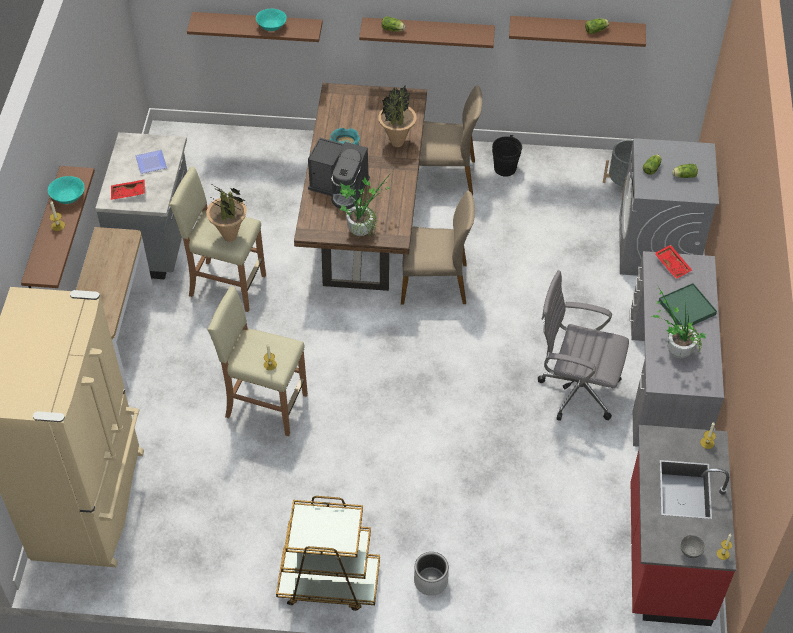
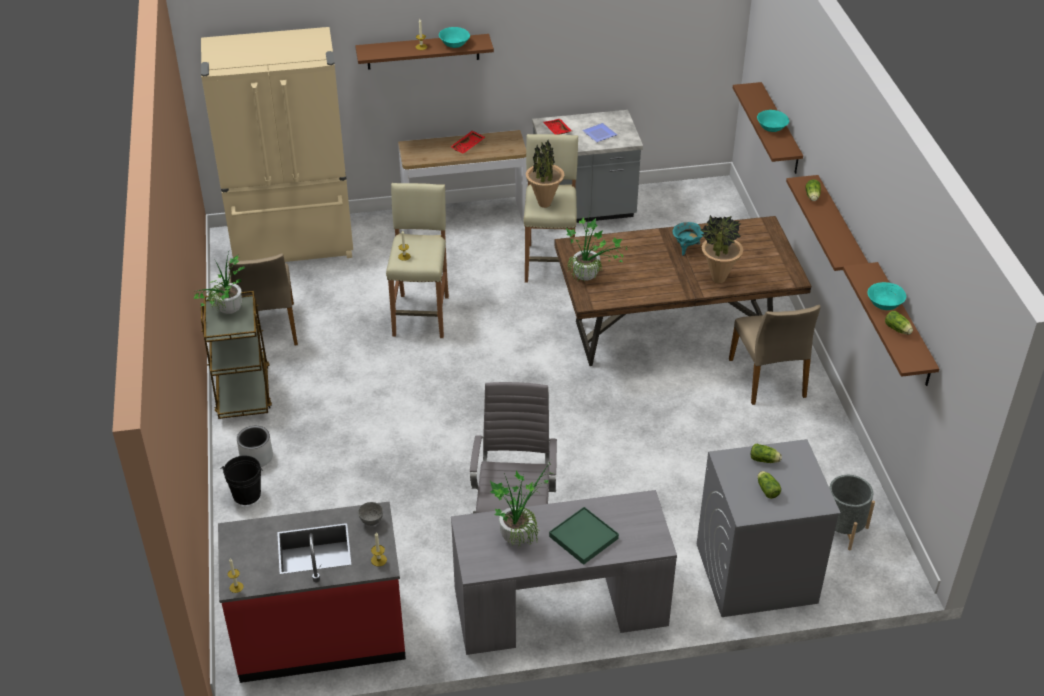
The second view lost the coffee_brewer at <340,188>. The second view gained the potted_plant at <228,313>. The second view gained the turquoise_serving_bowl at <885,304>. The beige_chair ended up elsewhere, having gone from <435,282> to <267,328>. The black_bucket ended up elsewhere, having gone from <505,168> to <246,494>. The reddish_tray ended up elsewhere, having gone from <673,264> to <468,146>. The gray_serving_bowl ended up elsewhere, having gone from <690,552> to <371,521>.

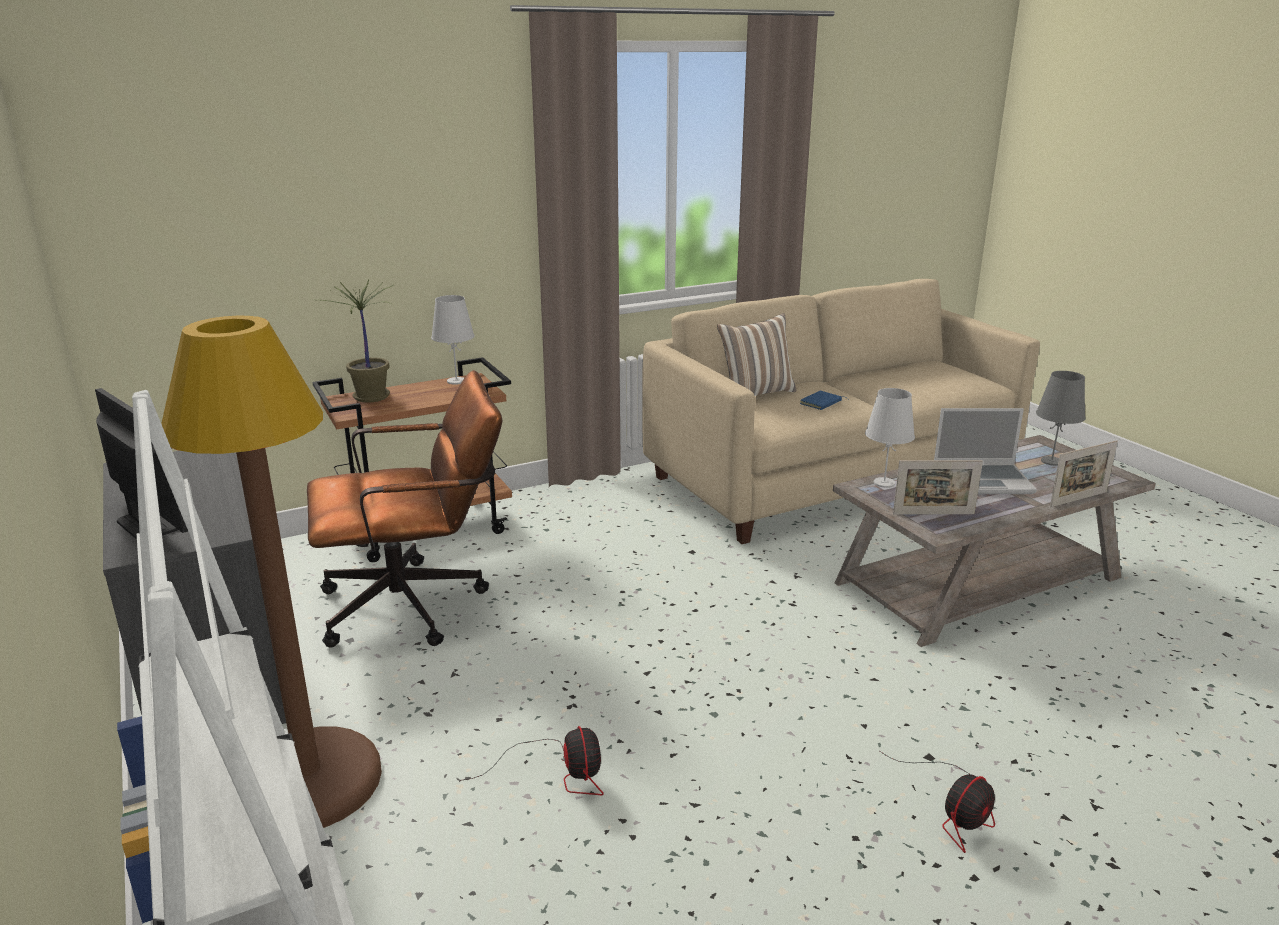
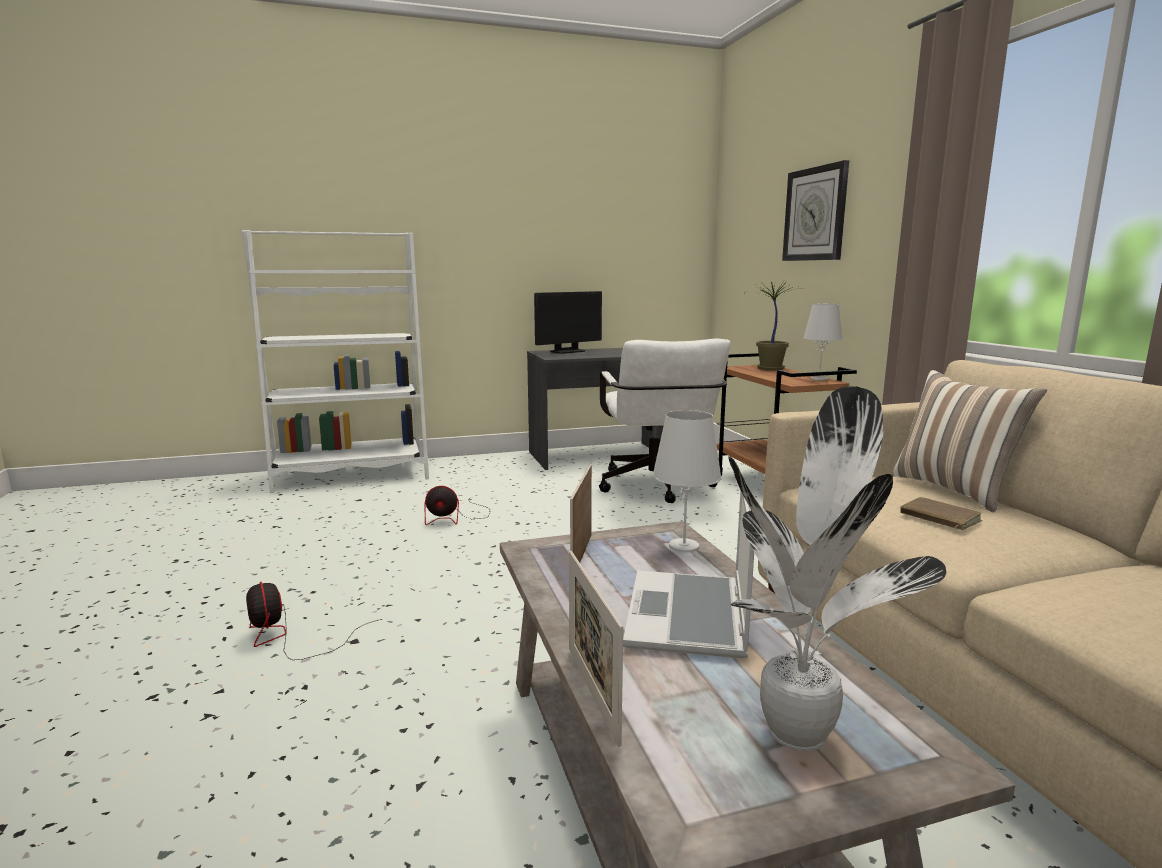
The second view lost the brown_standard_lamp at <310,781>. The second view gained the clock_on_the_wall at <815,214>. Where the gray_table_lamp stood at <1052,461>, the potted_plant came to stand at <799,730>. What was the brown_office_chair at <417,604> turned into the whitish_office_chair at <656,488>. What was the blue_book at <822,403> turned into the brown_book at <938,518>.

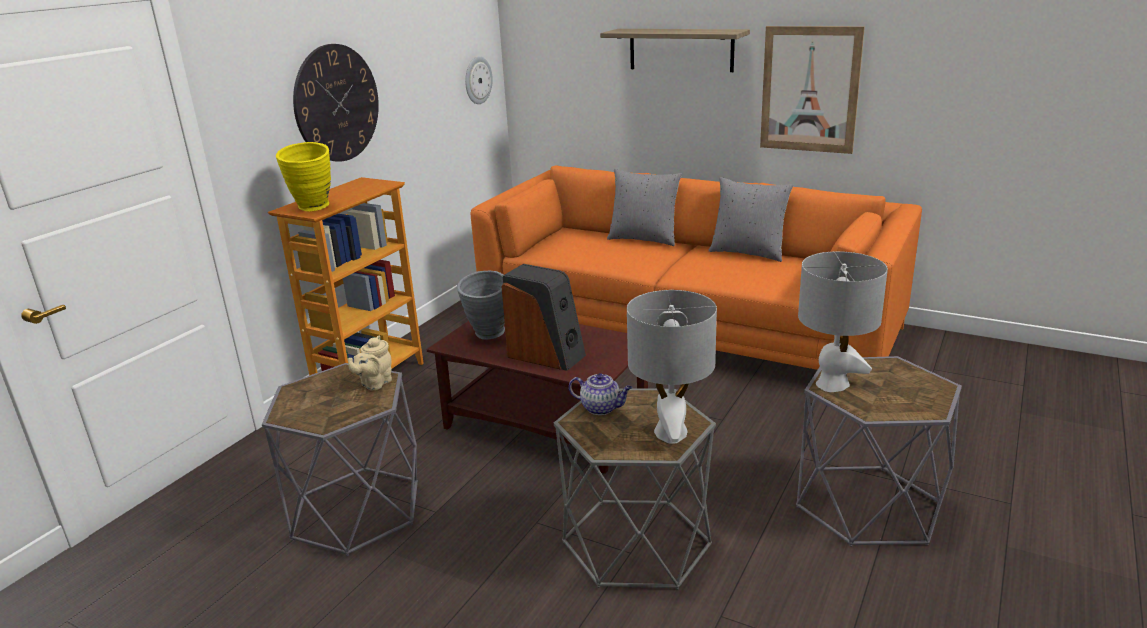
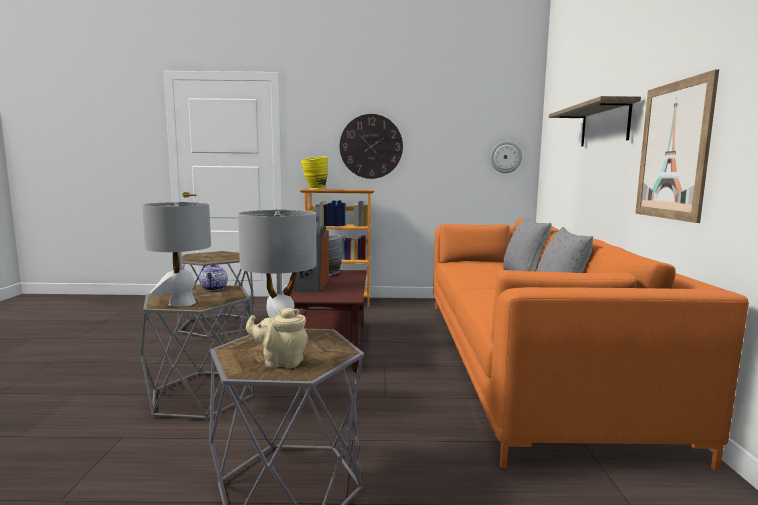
The beige_teapot ended up elsewhere, having gone from <374,384> to <280,362>.

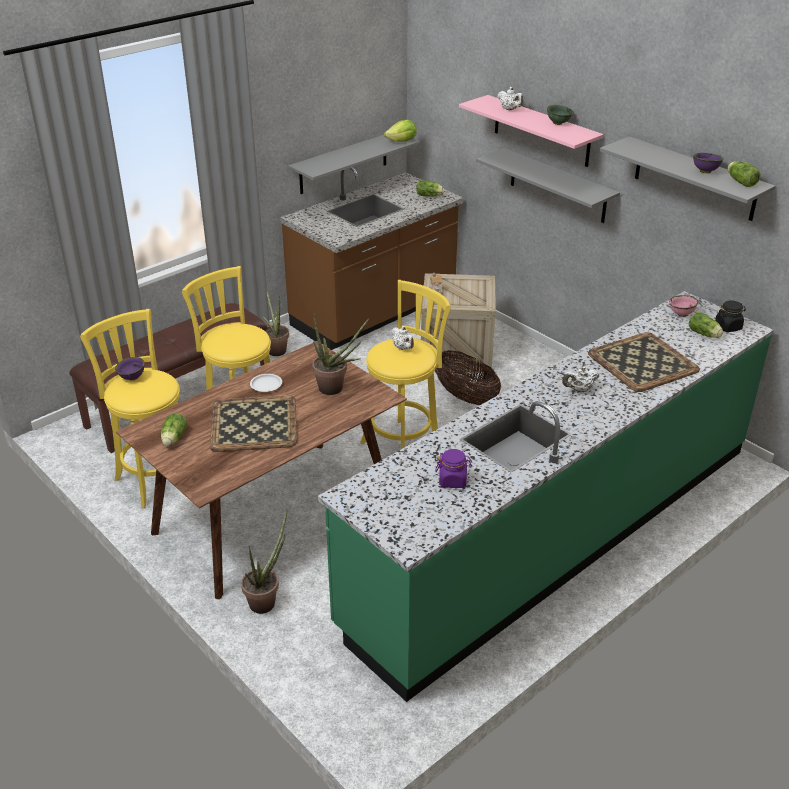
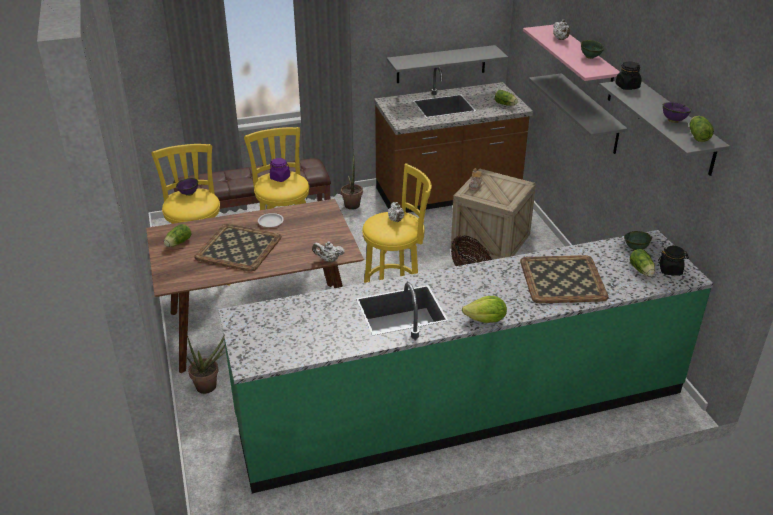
The second view lost the potted_plant at <336,389>. The second view gained the black_storage_jar at <627,86>. The head_of_lettuce ended up elsewhere, having gone from <402,141> to <486,320>. The purple-coloured_storage_jar ended up elsewhere, having gone from <453,480> to <280,178>. The whitish_teapot ended up elsewhere, having gone from <579,390> to <328,260>. What was the pink-coloured_serving_bowl at <681,315> turned into the greenish_serving_bowl at <635,249>.

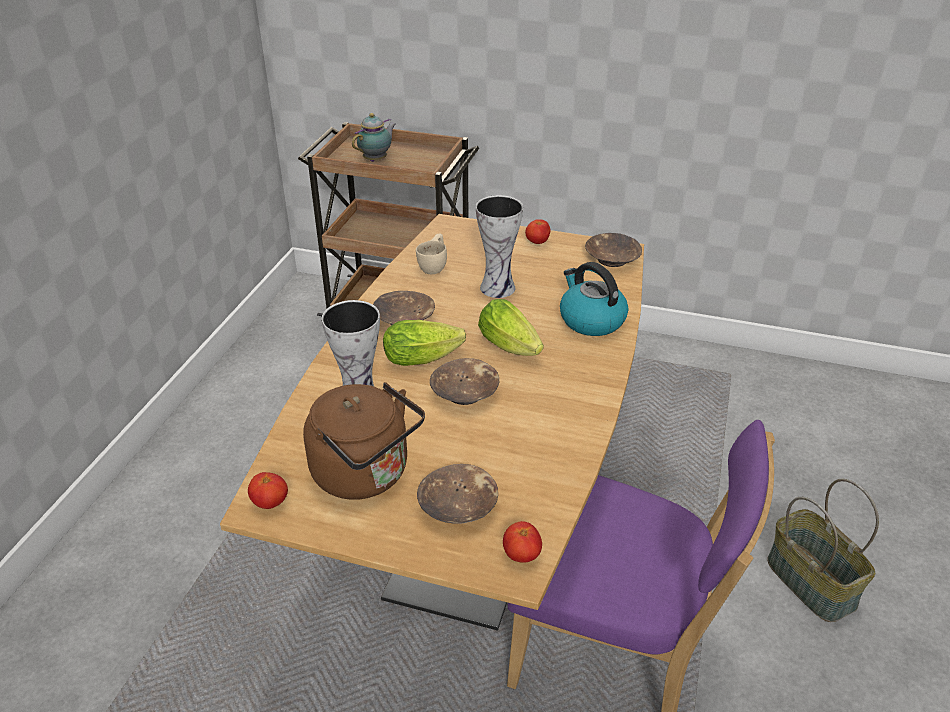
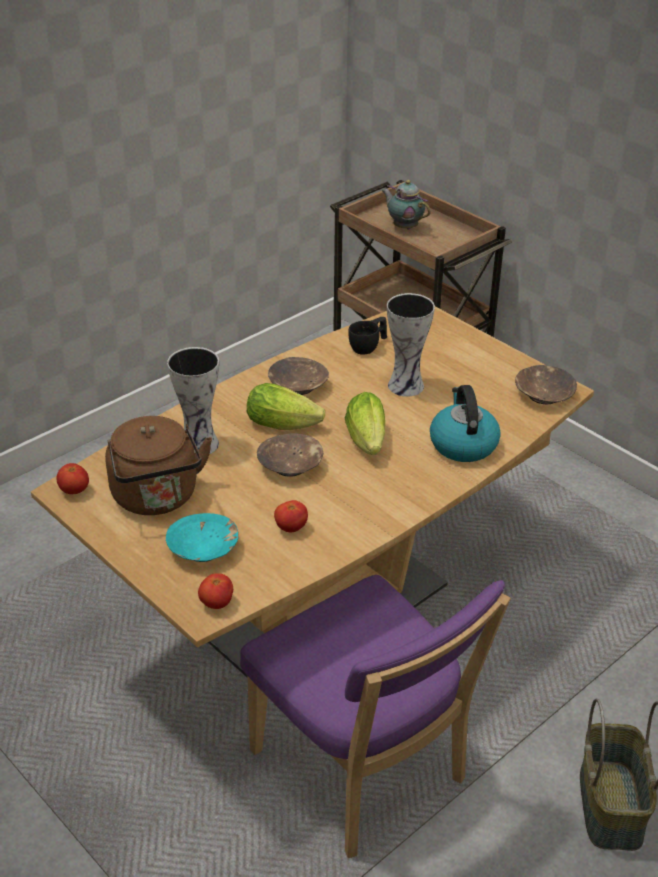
The whole_tomato ended up elsewhere, having gone from <537,242> to <291,528>. What was the beige_drinking_cup at <435,265> turned into the black_drinking_cup at <369,347>. What was the brown_serving_bowl at <458,506> turned into the turquoise_serving_bowl at <203,549>. The teapot at <376,159> ended up facing another way, 120 degrees counterclockwise from before.

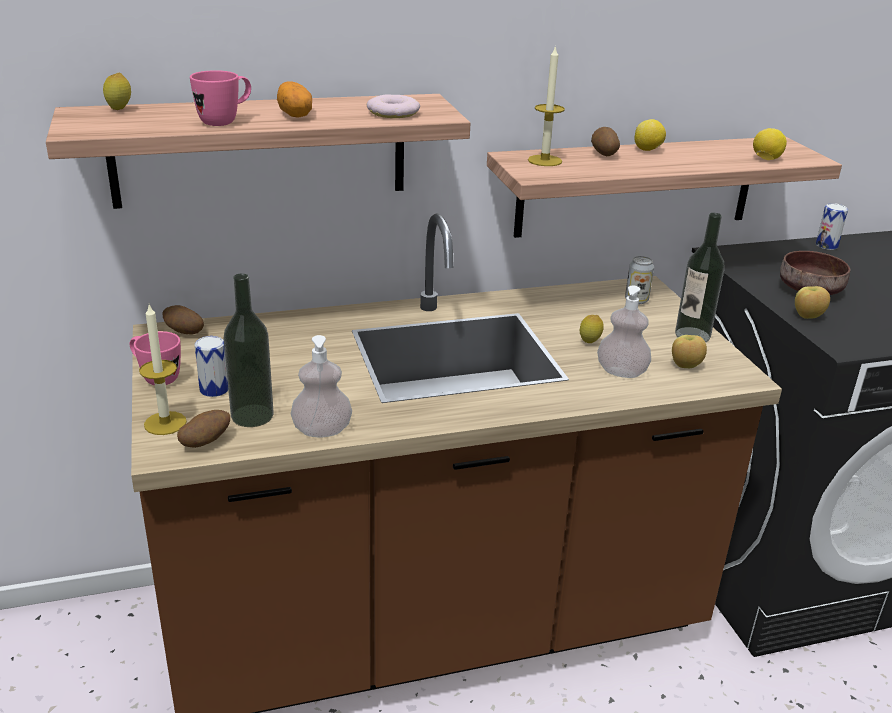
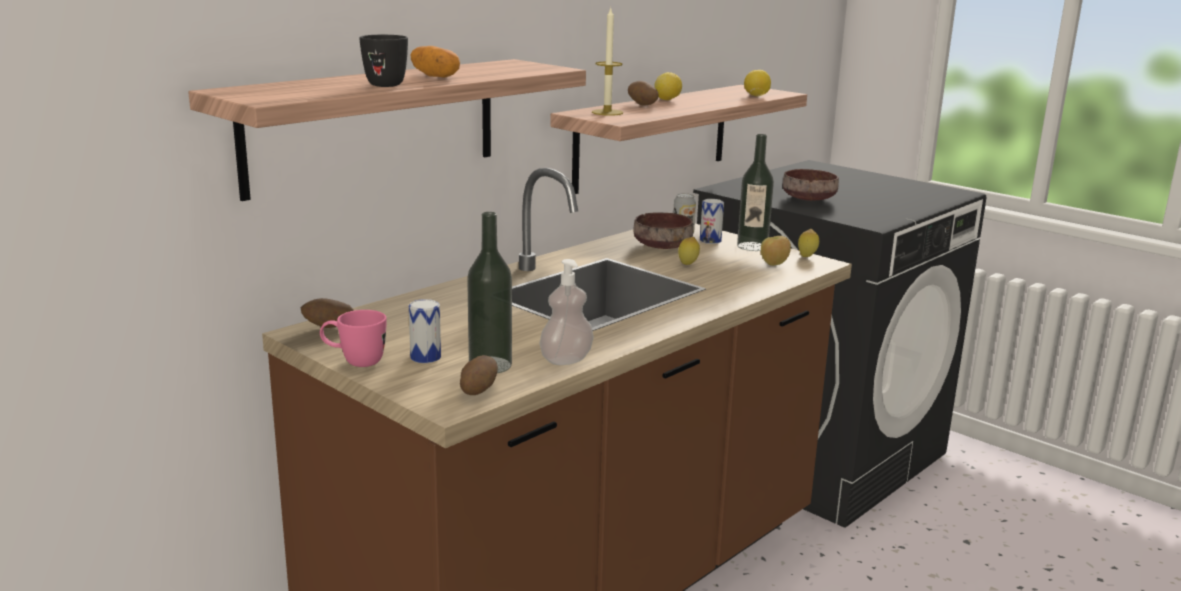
The second view lost the wax_candle at <165,423>. The second view lost the doughnut at <393,113>. The second view lost the soap_dispenser at <621,372>. The second view lost the apple at <807,316>. The second view gained the brown_serving_bowl at <663,246>. The lemon ended up elsewhere, having gone from <119,110> to <807,257>. The can ended up elsewhere, having gone from <826,245> to <710,240>. What was the pink-coloured_mug at <225,122> turned into the black_mug at <389,84>.

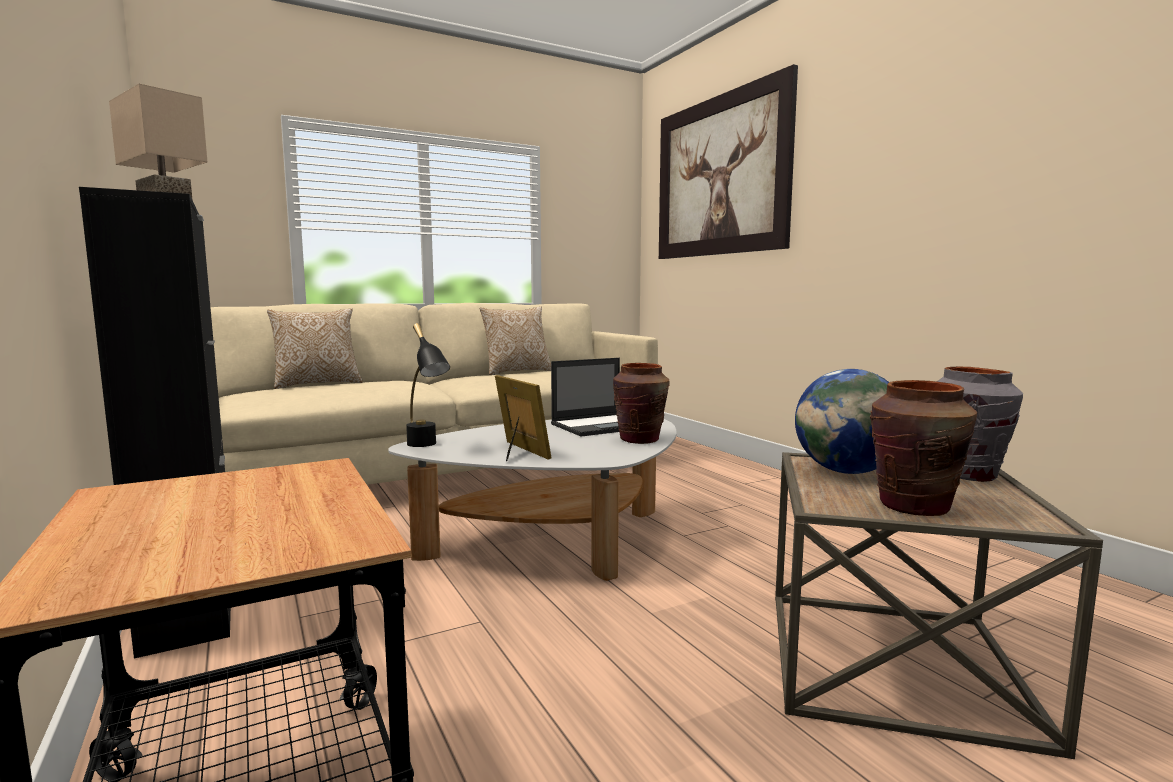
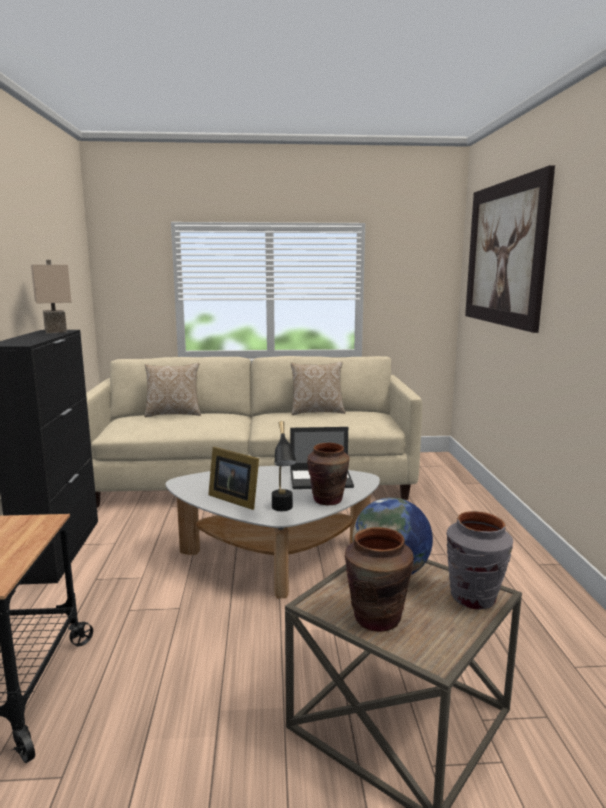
The black_table_lamp ended up elsewhere, having gone from <426,446> to <283,511>. The photo_frame at <519,452> ended up facing another way, 135 degrees clockwise from before.

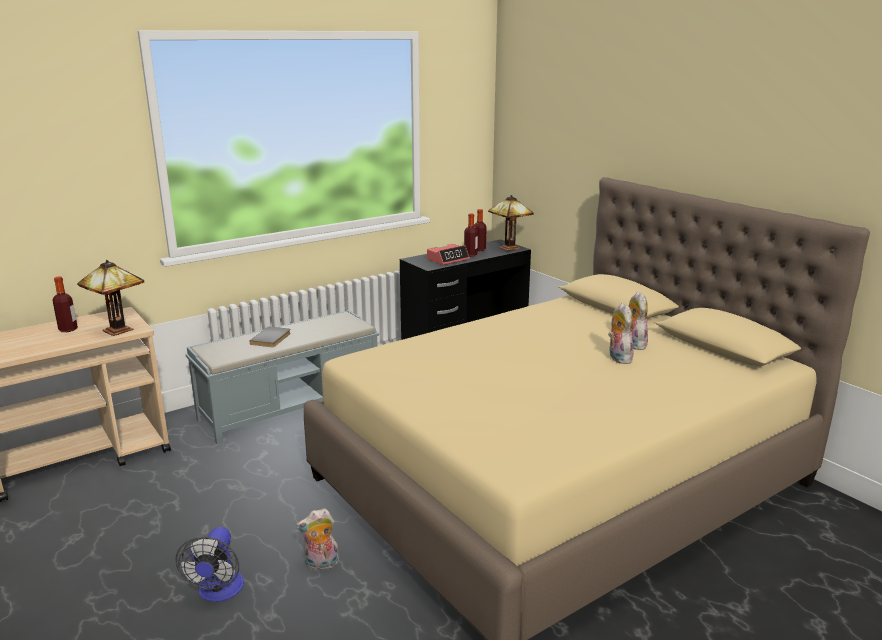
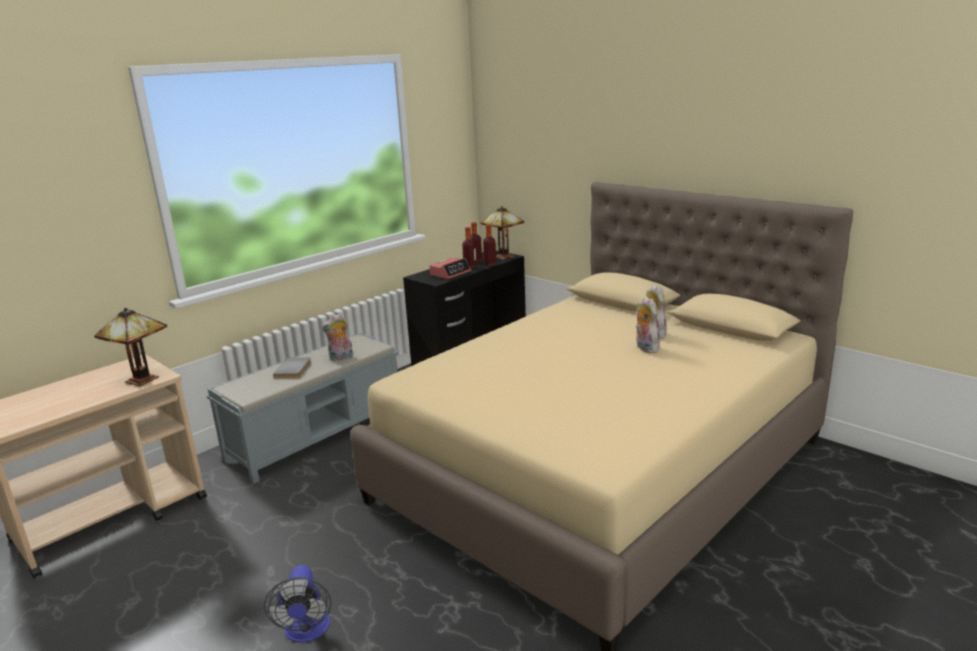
The beverage_bottle ended up elsewhere, having gone from <68,329> to <490,263>. The cuddly_toy ended up elsewhere, having gone from <321,565> to <341,358>.

